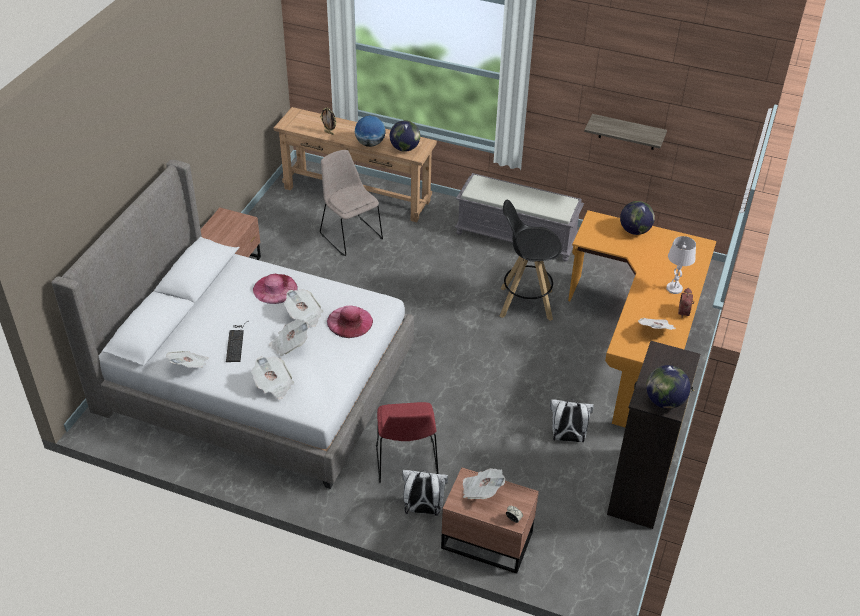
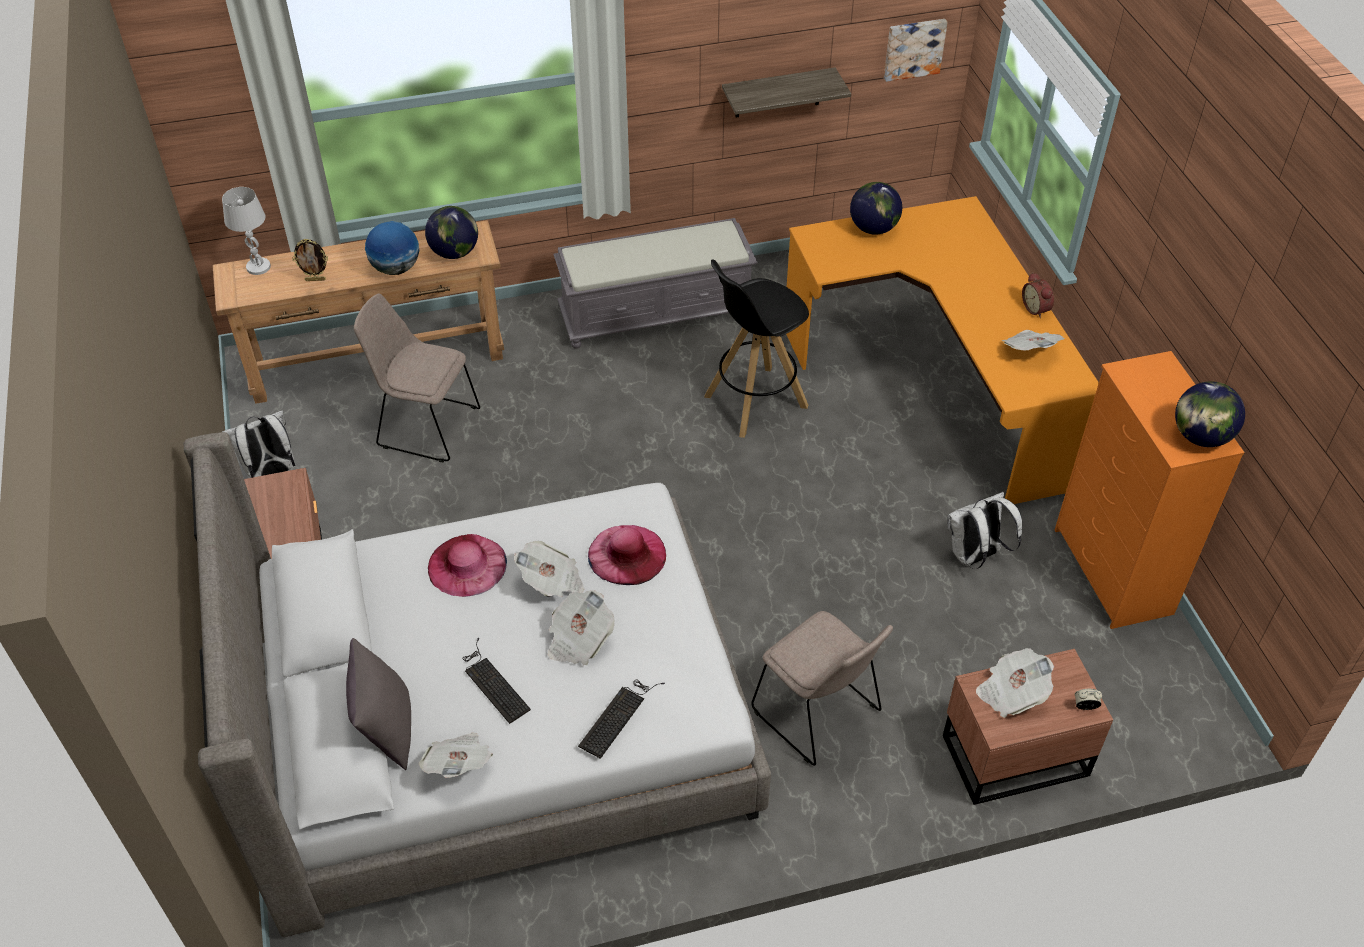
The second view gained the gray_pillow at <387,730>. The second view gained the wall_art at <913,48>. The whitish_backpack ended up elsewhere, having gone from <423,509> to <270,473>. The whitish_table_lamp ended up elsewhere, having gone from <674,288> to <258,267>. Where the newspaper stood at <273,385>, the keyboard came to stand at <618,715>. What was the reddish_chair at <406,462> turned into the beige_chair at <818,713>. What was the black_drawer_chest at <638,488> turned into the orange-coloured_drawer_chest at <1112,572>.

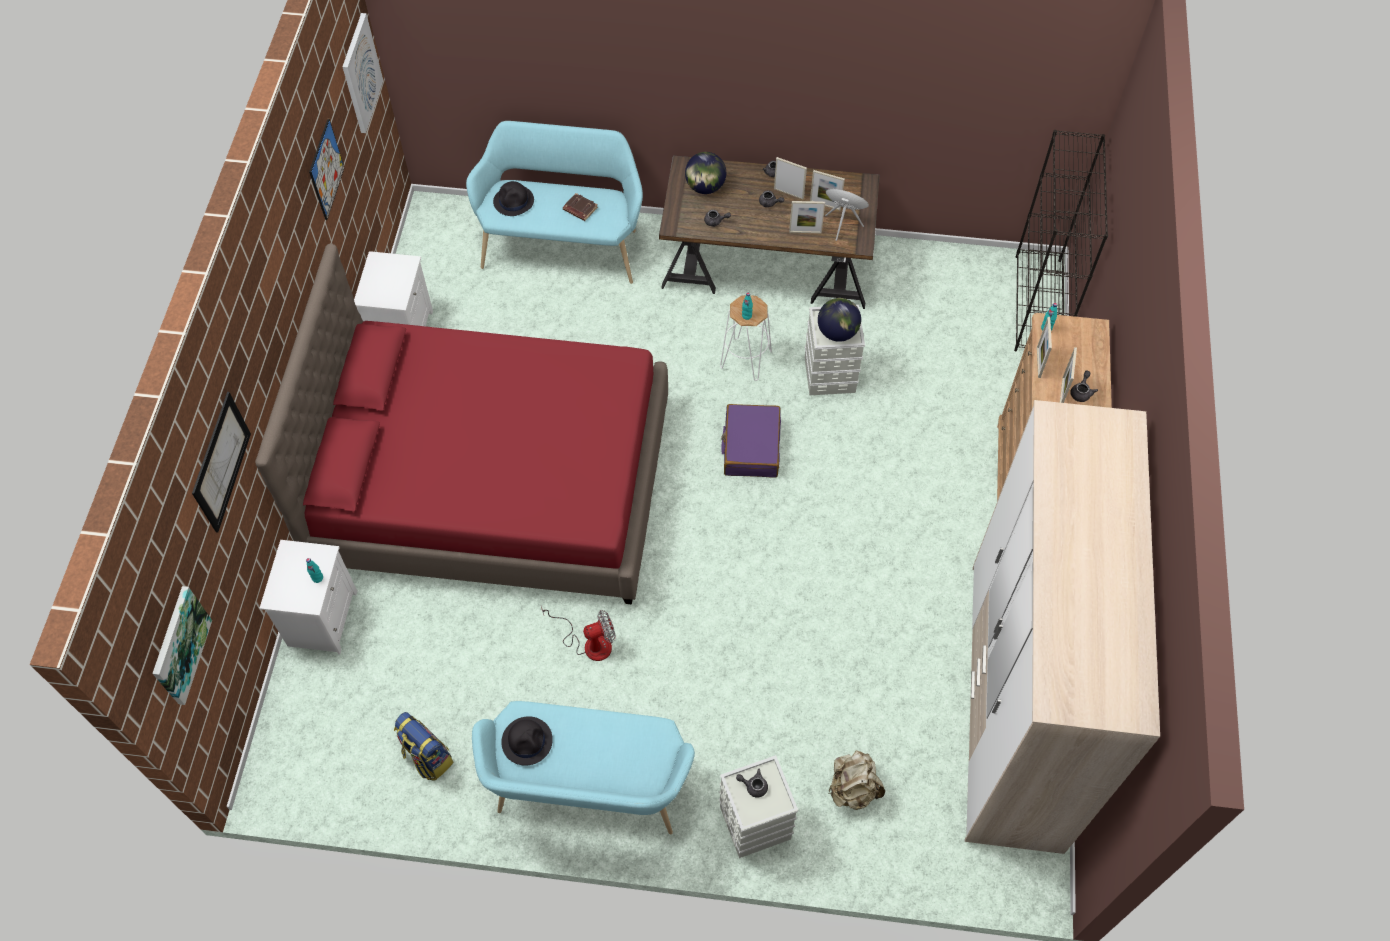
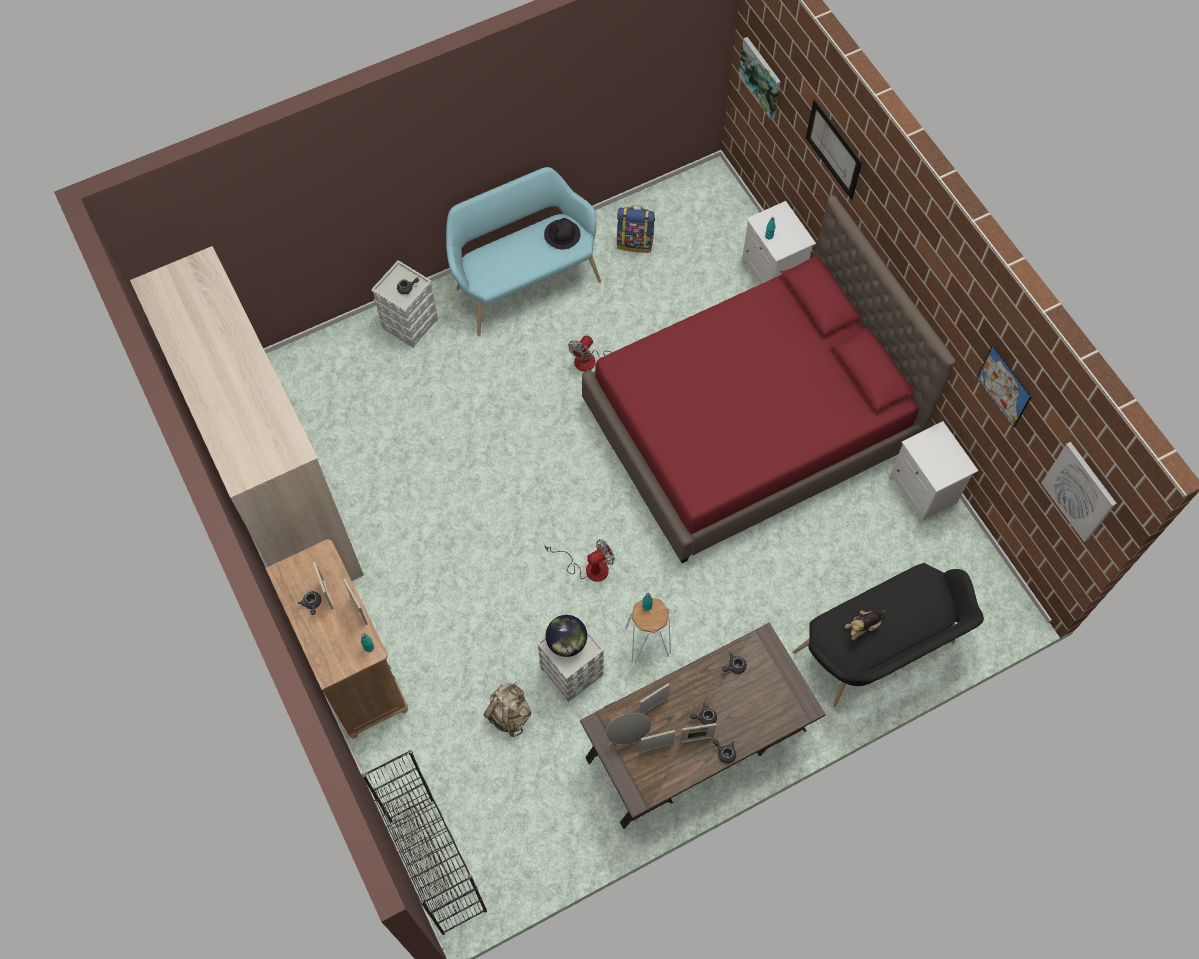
The second view lost the black_hat at <514,201>. The second view lost the globe at <705,187>. The beige_backpack ended up elsewhere, having gone from <853,788> to <509,714>. Where the brown_book stood at <579,209>, the cuddly_toy came to stand at <863,626>. Where the purple-coloured_suitcase stood at <751,447>, the fan came to stand at <588,568>. What was the turquoise_bench at <563,244> turned into the black_bench at <879,652>.

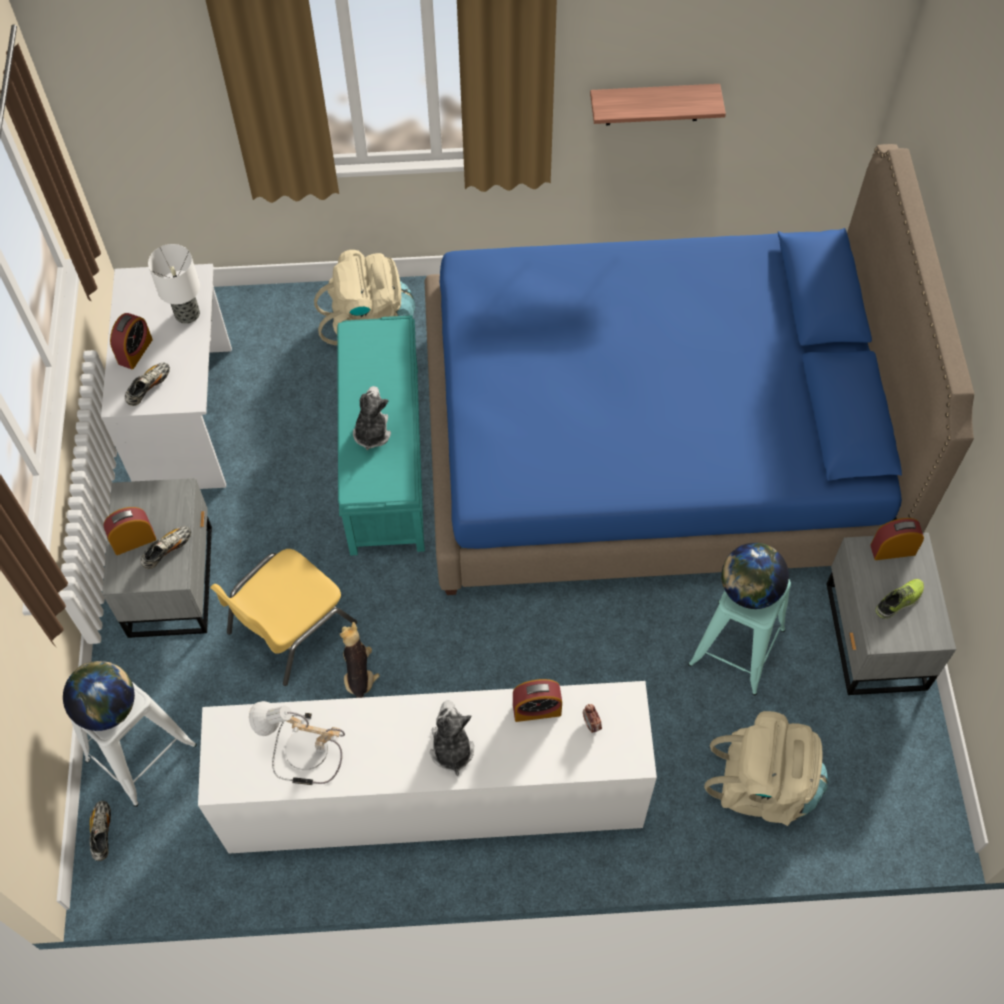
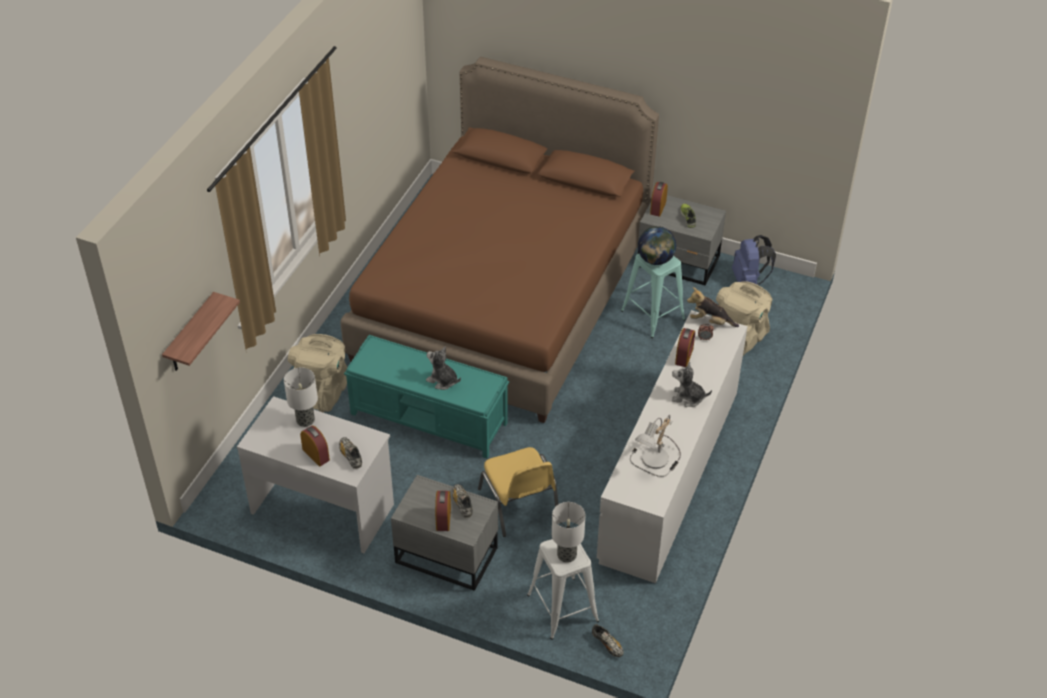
The second view gained the blue_backpack at <749,281>. The cuddly_toy ended up elsewhere, having gone from <360,676> to <710,321>. The shelf ended up elsewhere, having gone from <653,104> to <190,335>. Where the globe stood at <107,708>, the table_lamp came to stand at <566,554>. What was the blue_bedroom_bed at <654,444> turned into the brown_bedroom_bed at <503,297>. The shoe at <102,833> ended up facing another way, 150 degrees counterclockwise from before.

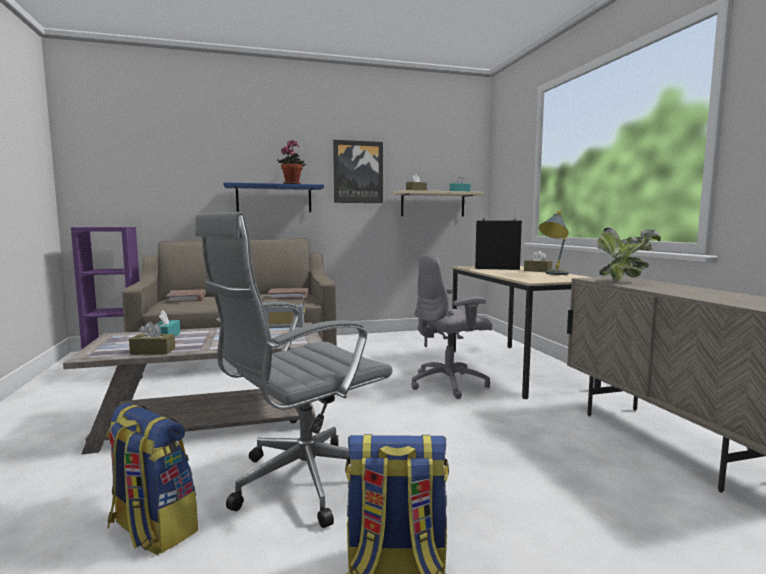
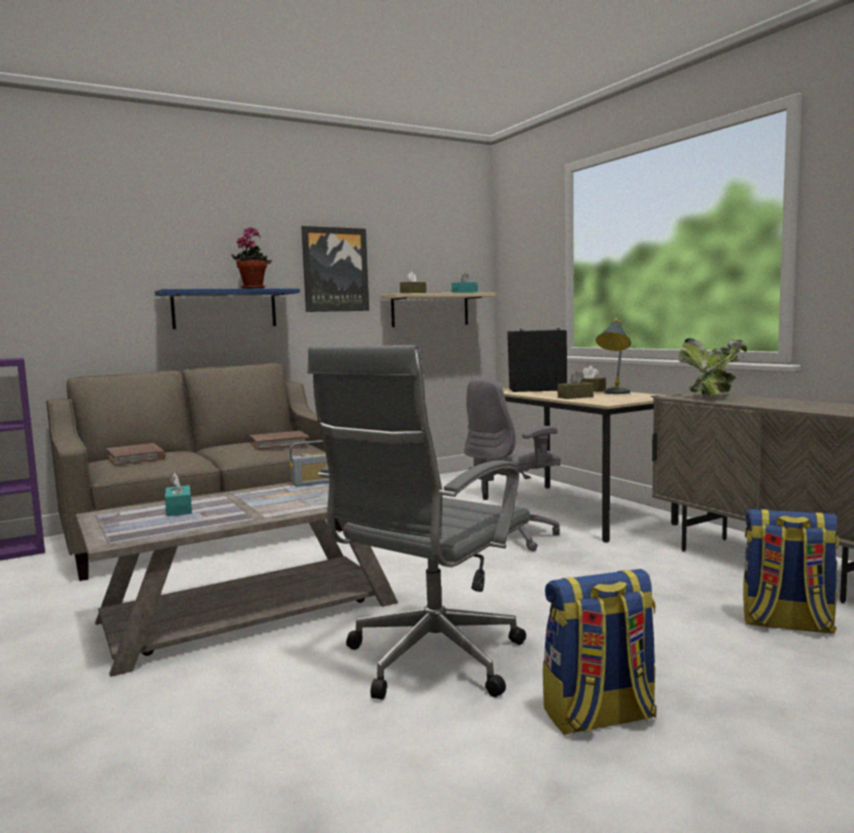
The backpack ended up elsewhere, having gone from <151,529> to <786,623>. The brown_tissue_holder ended up elsewhere, having gone from <153,351> to <575,397>.

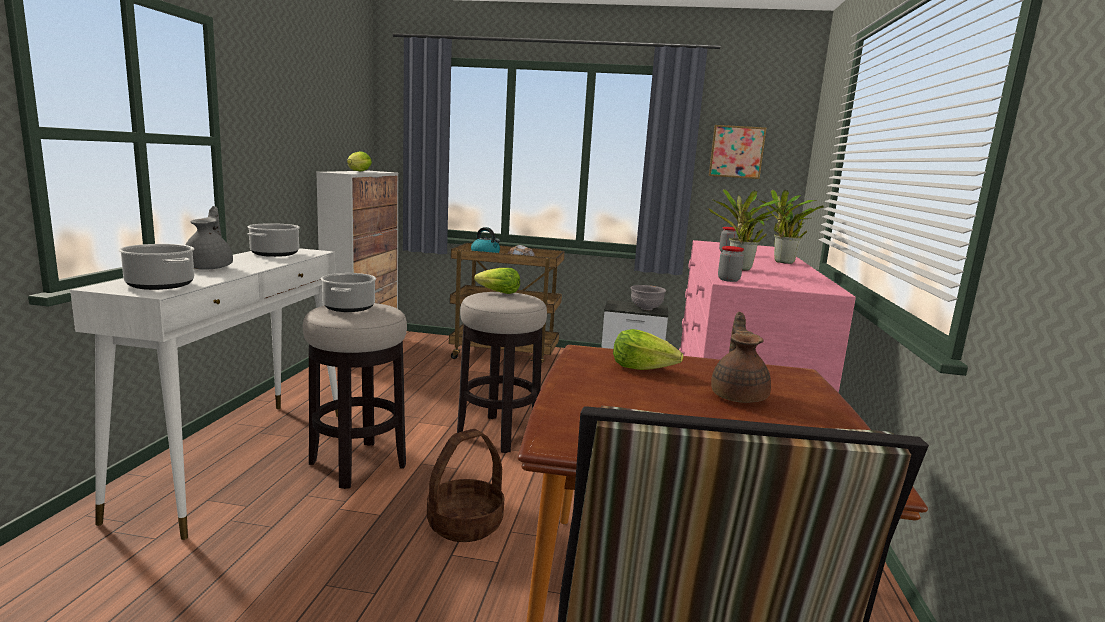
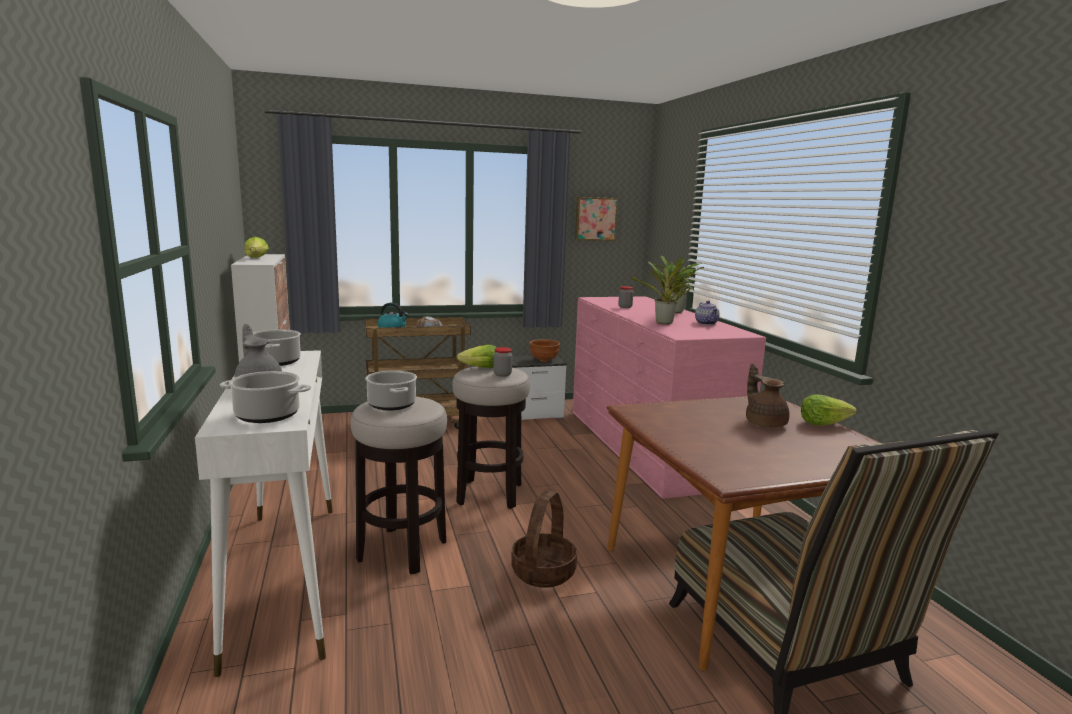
The second view gained the teapot at <706,323>. The head_of_lettuce ended up elsewhere, having gone from <643,368> to <823,423>. The storage_jar ended up elsewhere, having gone from <728,280> to <502,374>. What was the gray_serving_bowl at <645,309> turned into the brown_serving_bowl at <543,360>.

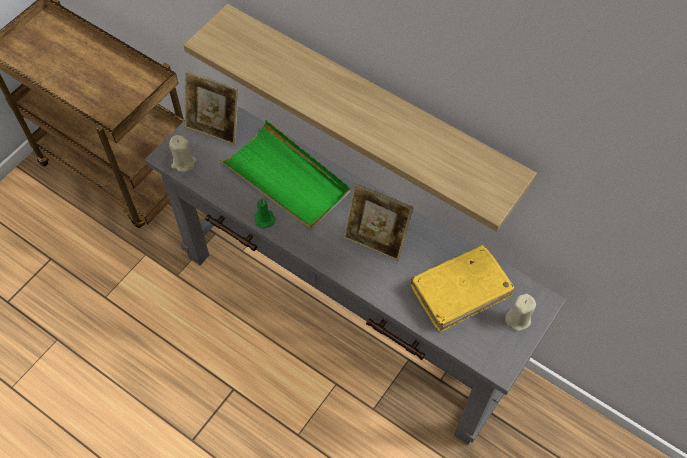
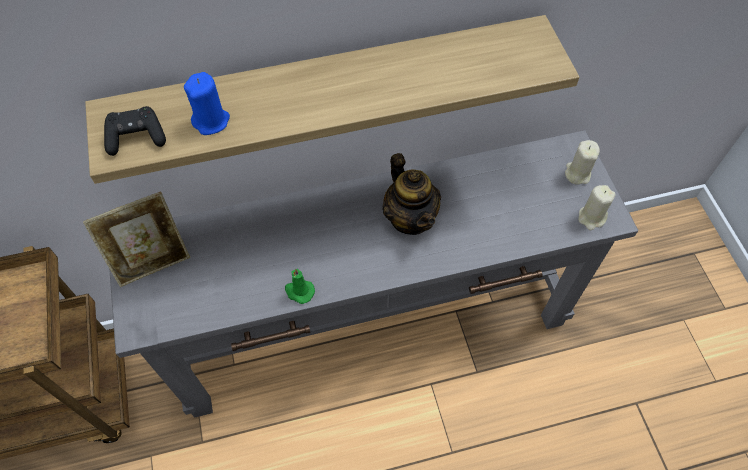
The second view lost the greenish_tray at <287,179>. The second view lost the yellow_book at <460,291>. The second view gained the black_gamepad at <136,137>. The second view gained the blue_wax_candle at <211,121>. The beige_wax_candle ended up elsewhere, having gone from <183,163> to <591,217>. Where the photo_frame stood at <376,240>, the teapot came to stand at <410,218>.

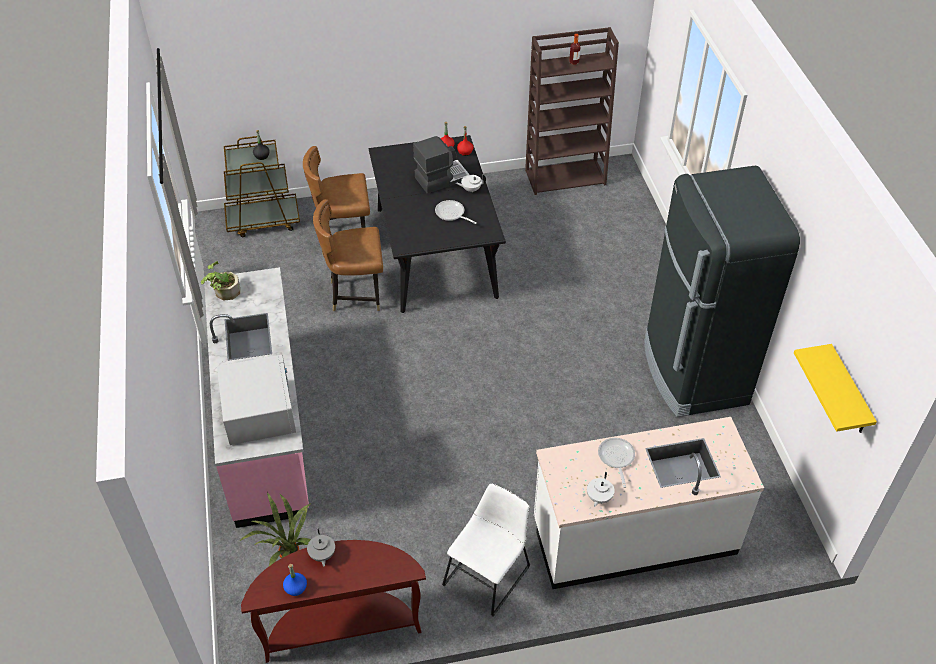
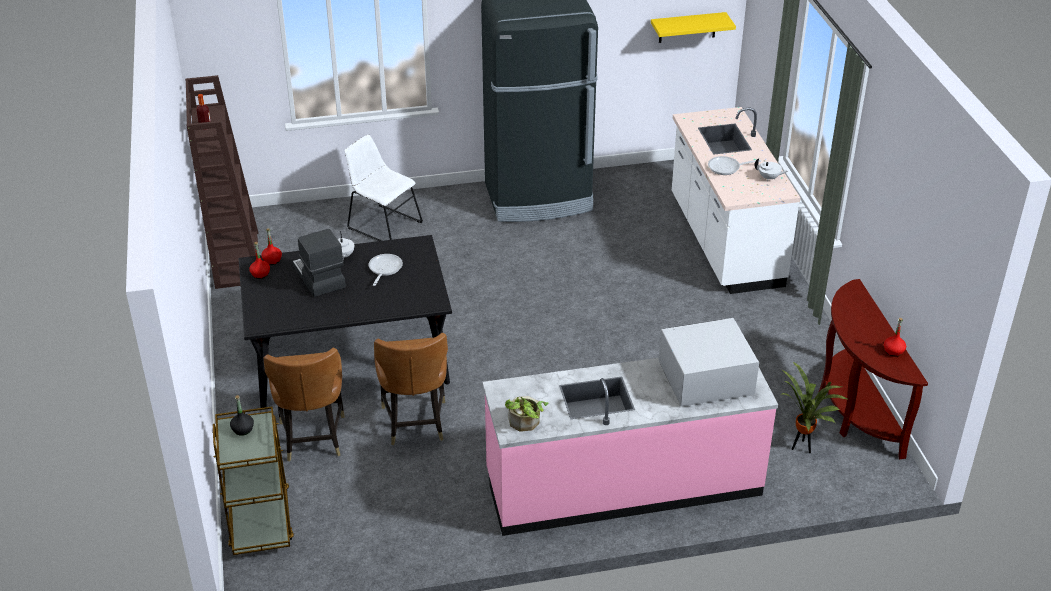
The second view lost the gray_teapot at <322,555>. The whitish_chair ended up elsewhere, having gone from <488,573> to <382,224>. What was the blue_beverage_bottle at <295,588> turned into the reddish_beverage_bottle at <893,351>. The frying_pan at <452,214> ended up facing another way, 150 degrees clockwise from before.

